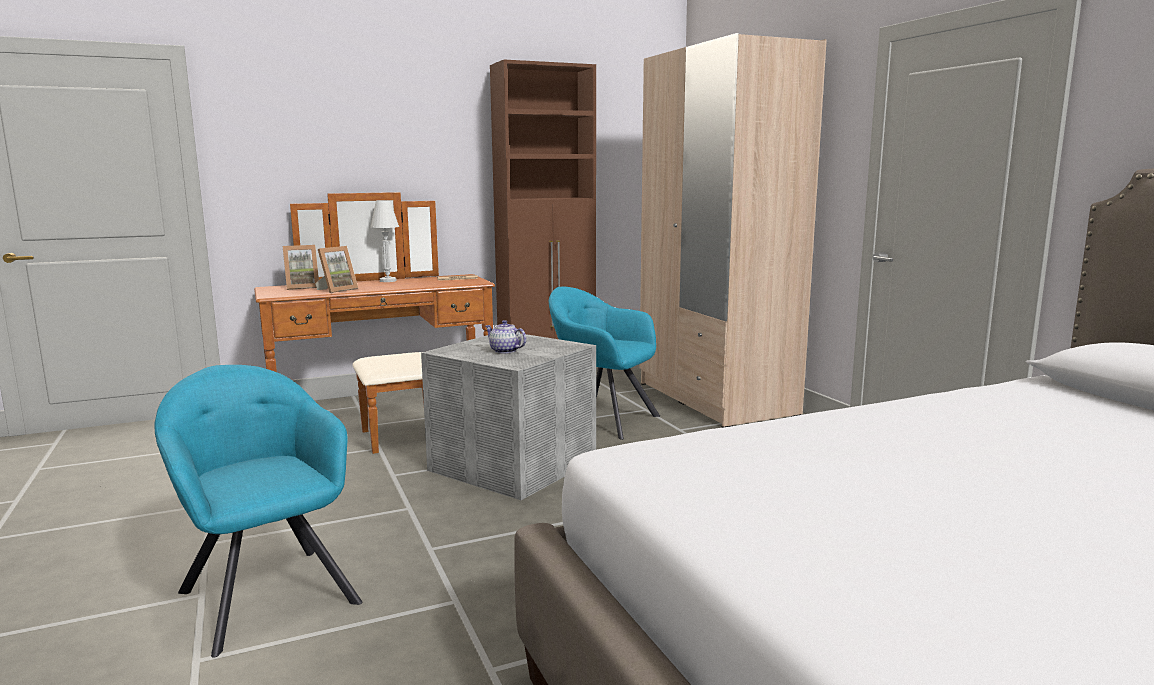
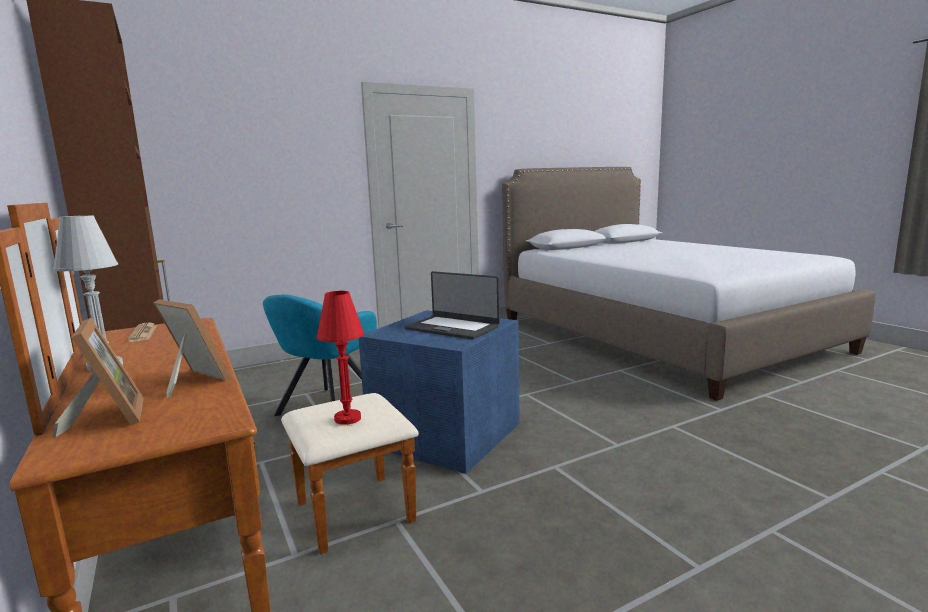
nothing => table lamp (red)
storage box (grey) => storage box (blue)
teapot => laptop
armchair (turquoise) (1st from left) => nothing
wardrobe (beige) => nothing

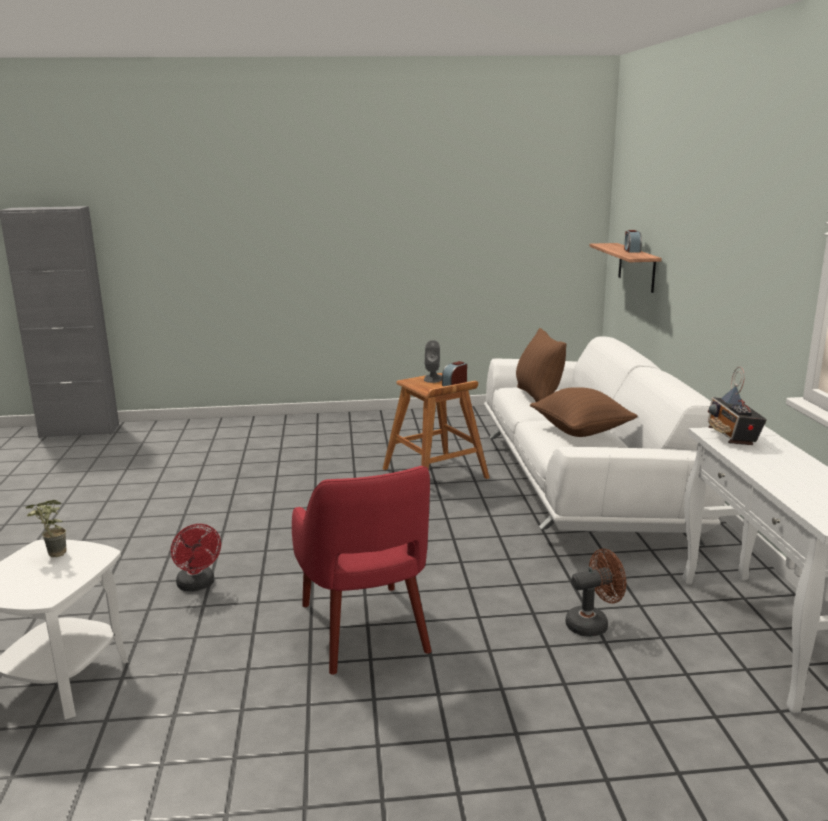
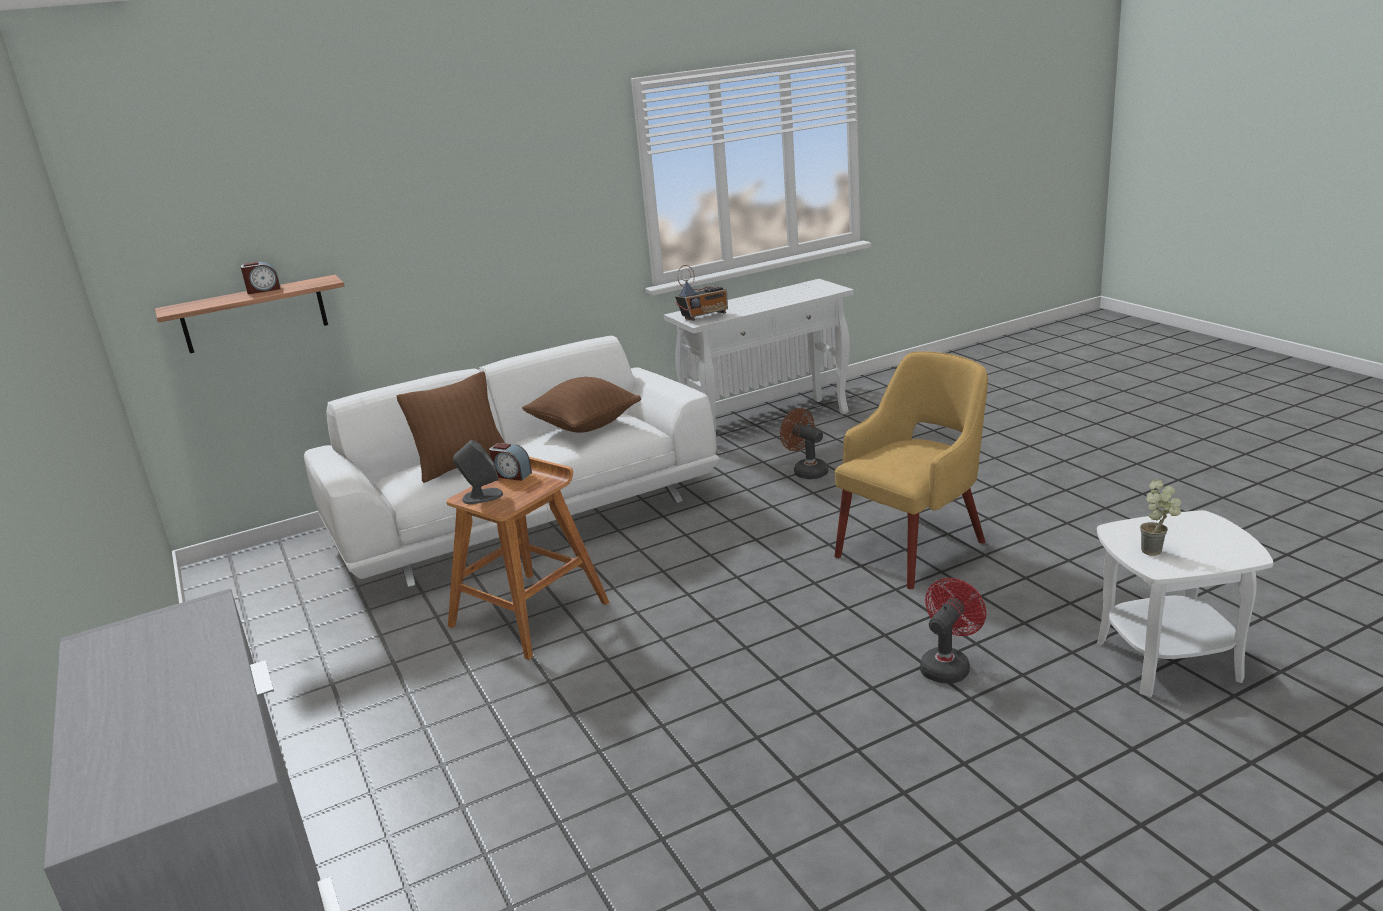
armchair (red) => armchair (yellow)

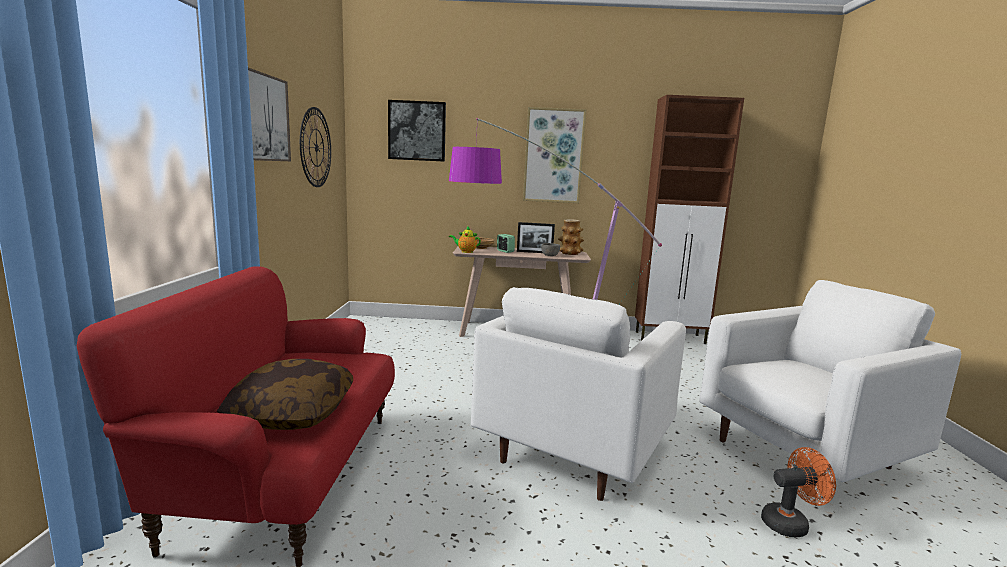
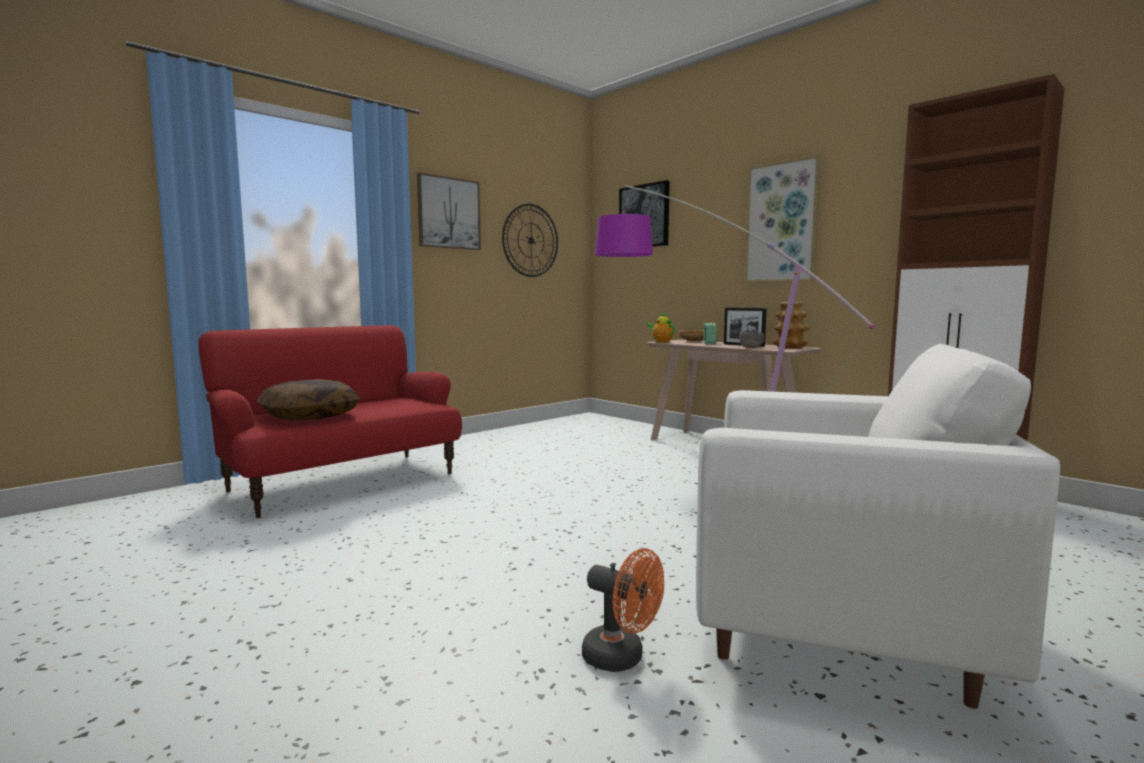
armchair (white) (1st from left) => nothing

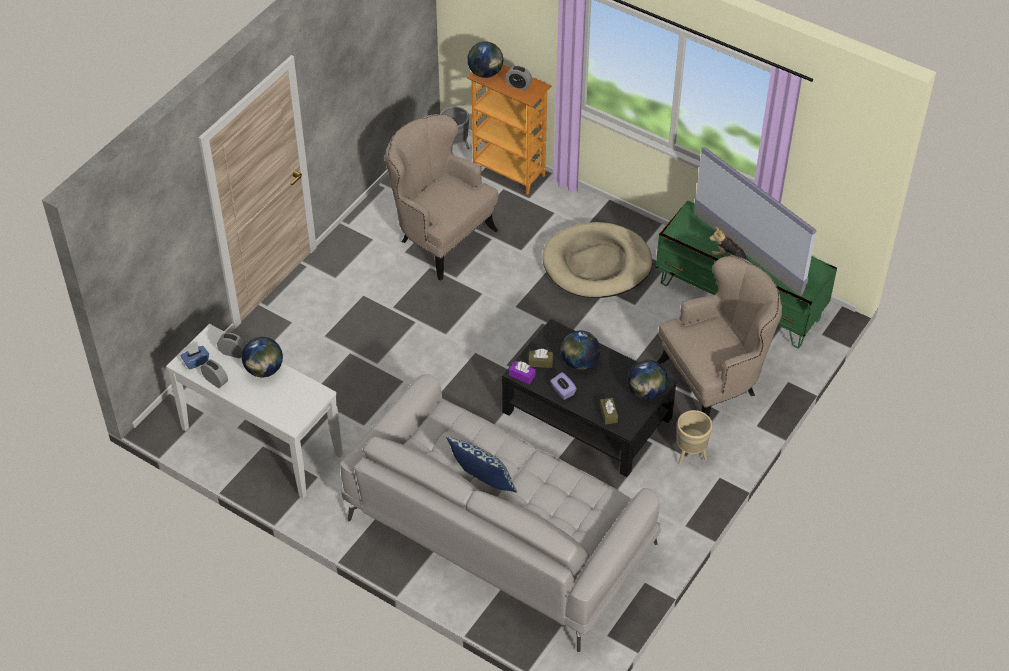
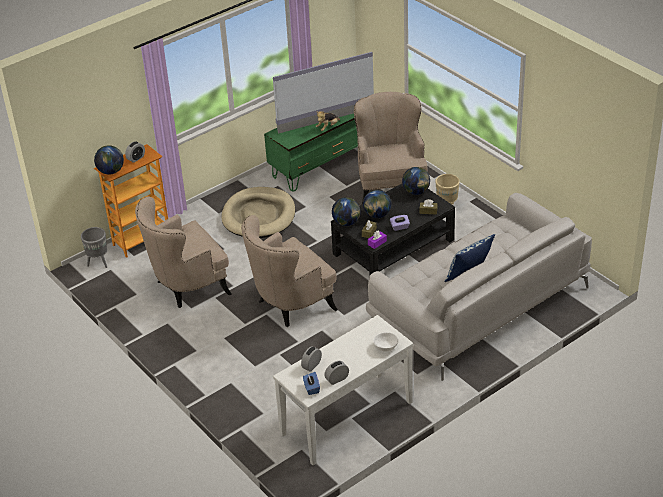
nothing => armchair (beige) (2nd from left)
globe (1st from left in the first image) => globe (2nd from left), moved
nothing => bowl (white)

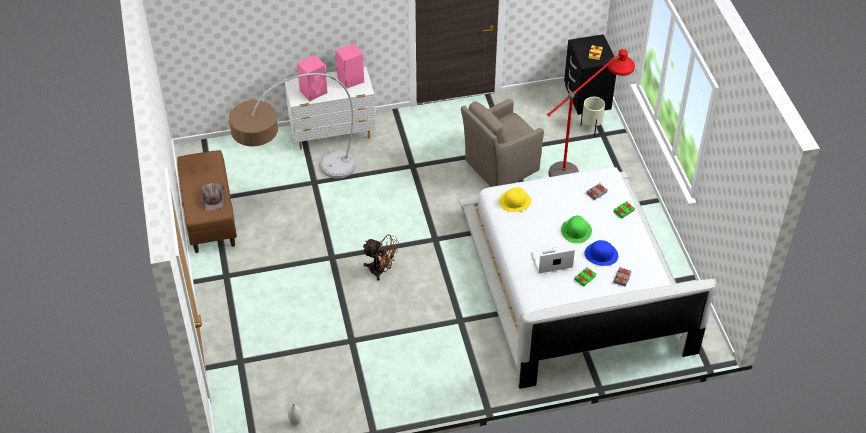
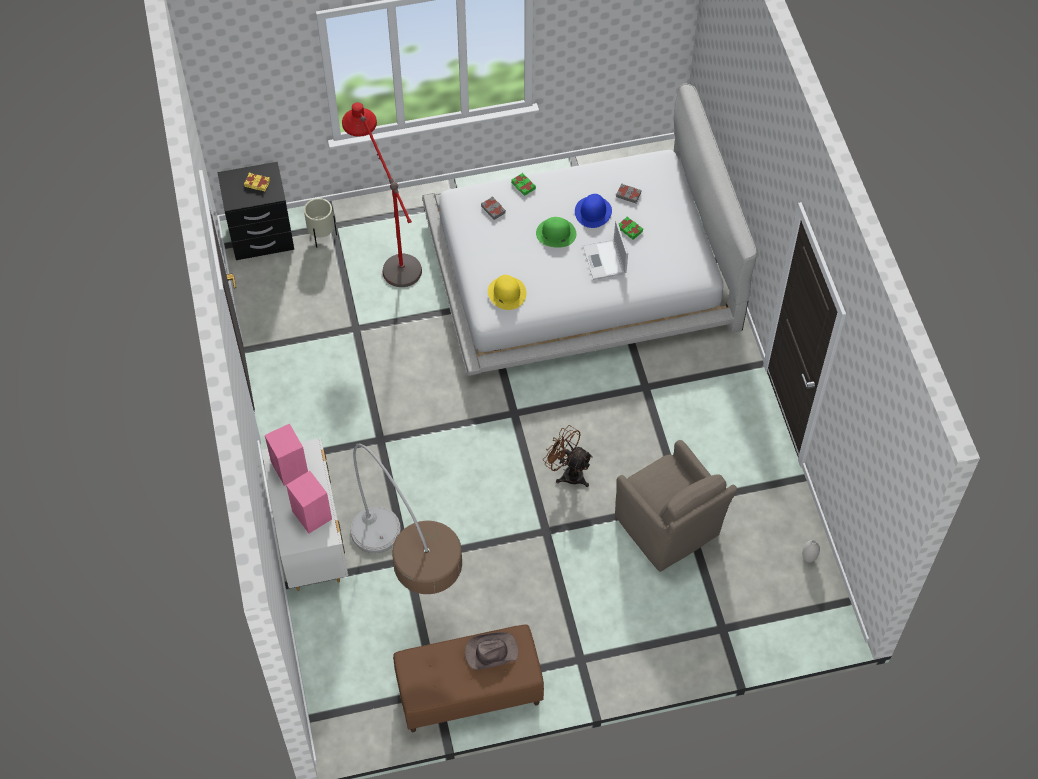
fan (brown), 75 degrees counterclockwise
armchair (brown), moved

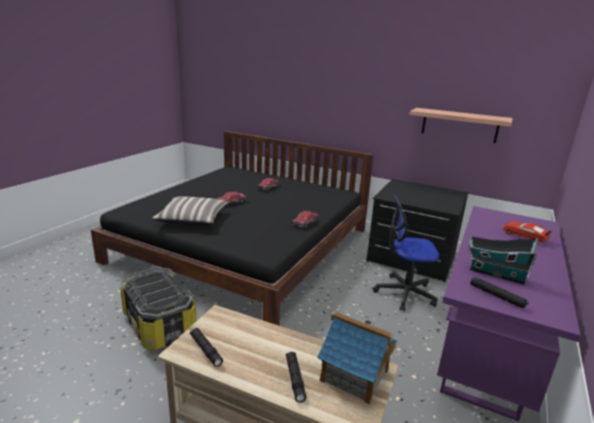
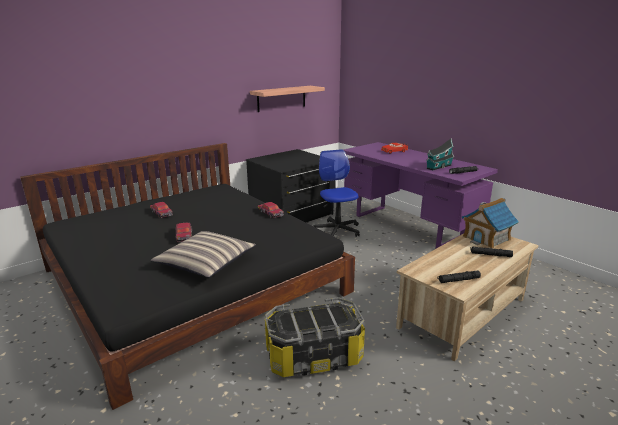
office chair, 135 degrees clockwise

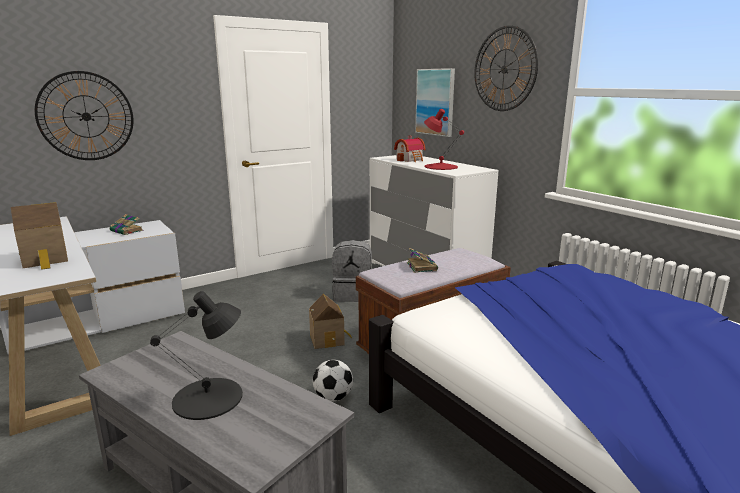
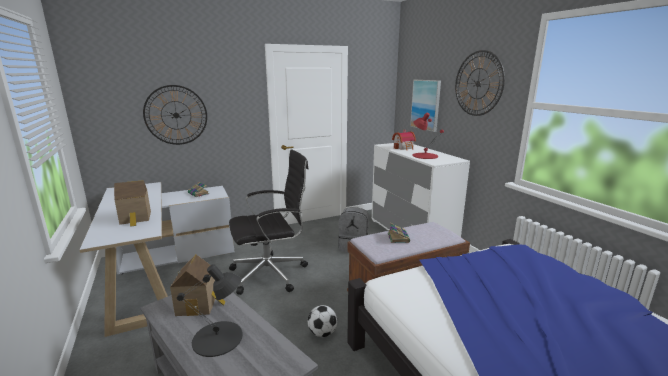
toy house (2nd from left), moved
nothing => office chair (black)

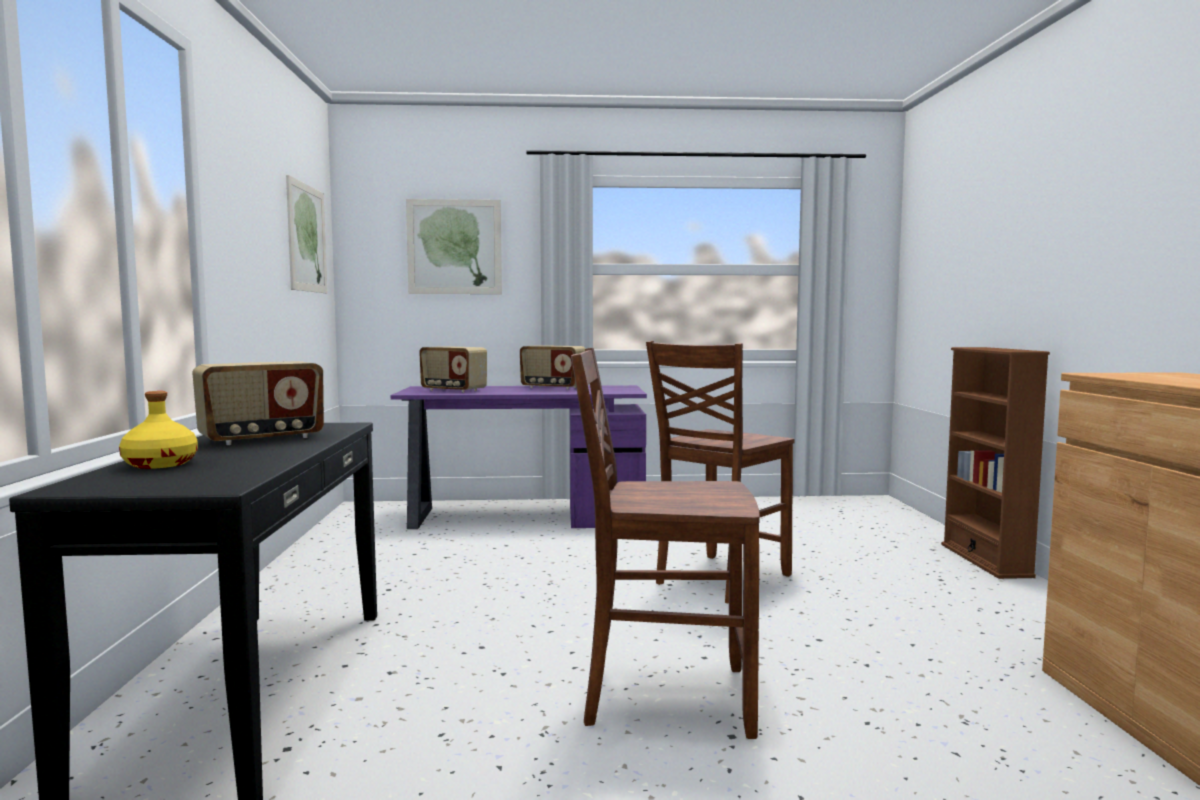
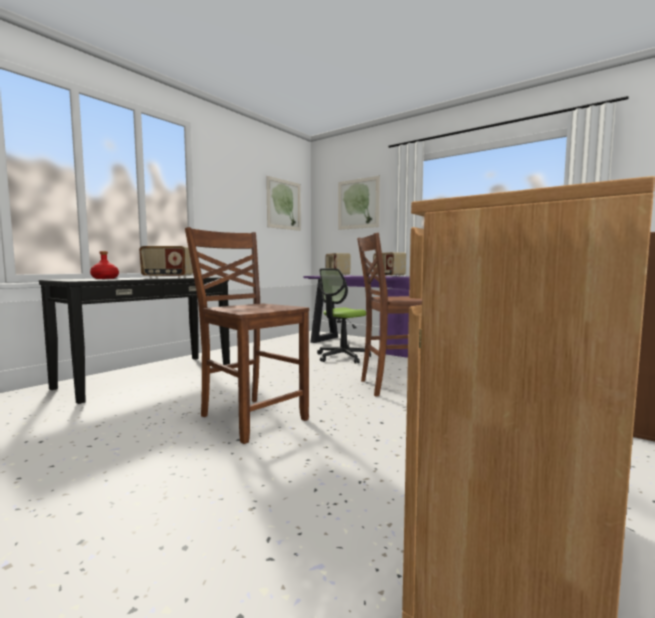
bottle (yellow) => bottle (red)
nothing => office chair

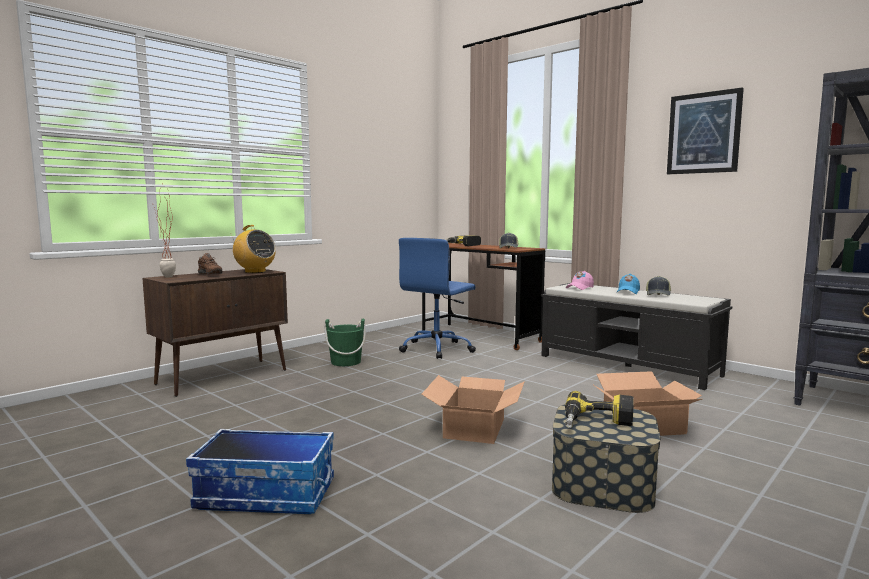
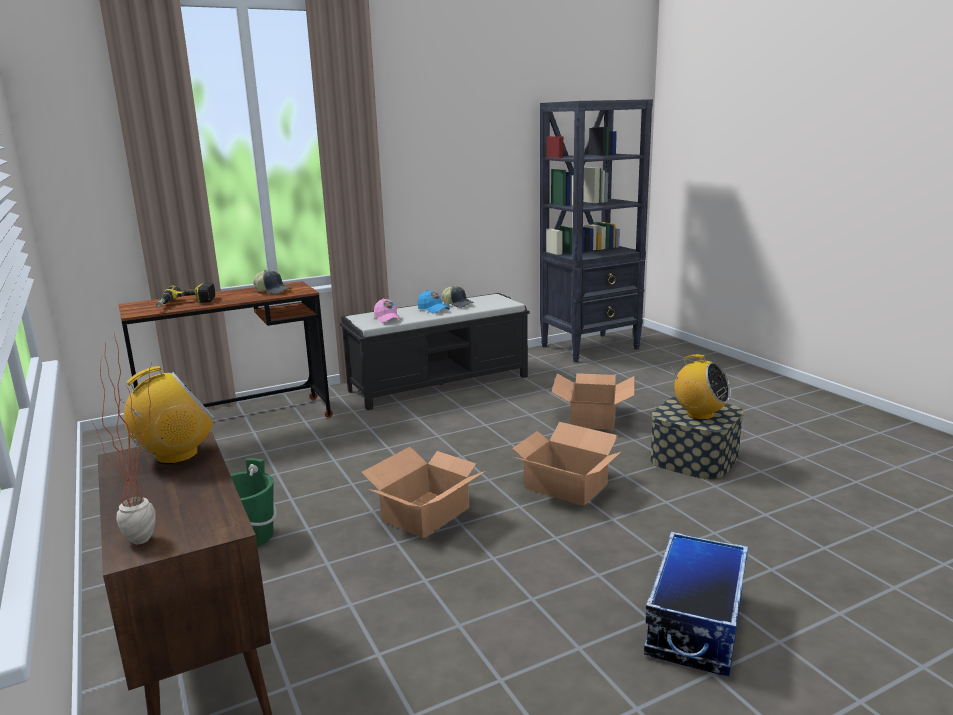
nothing => cardboard box (1st from left)
power drill (2nd from left) => radio (2nd from left)
shoe (brown) => nothing
office chair (blue) => nothing
picture => nothing

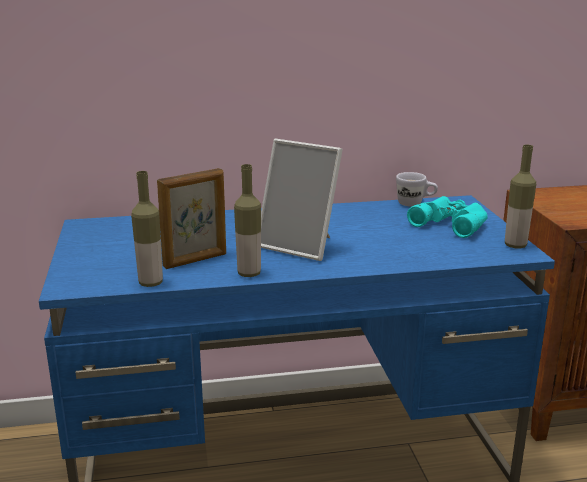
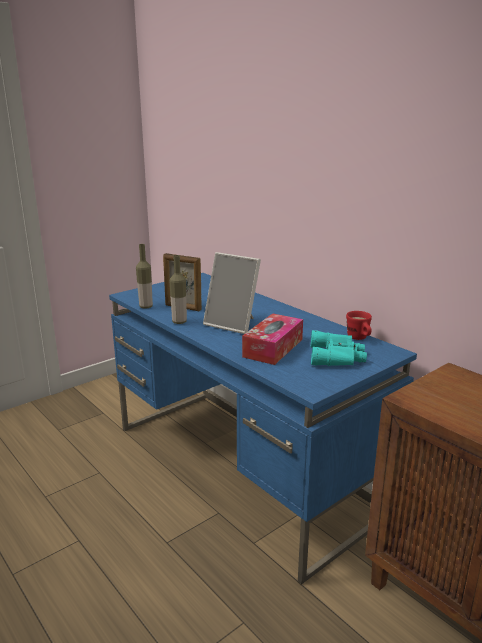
picture frame (2nd from left), 60 degrees counterclockwise
nothing => tissue box
mug (white) => mug (red)
bottle (3rd from left) => nothing

